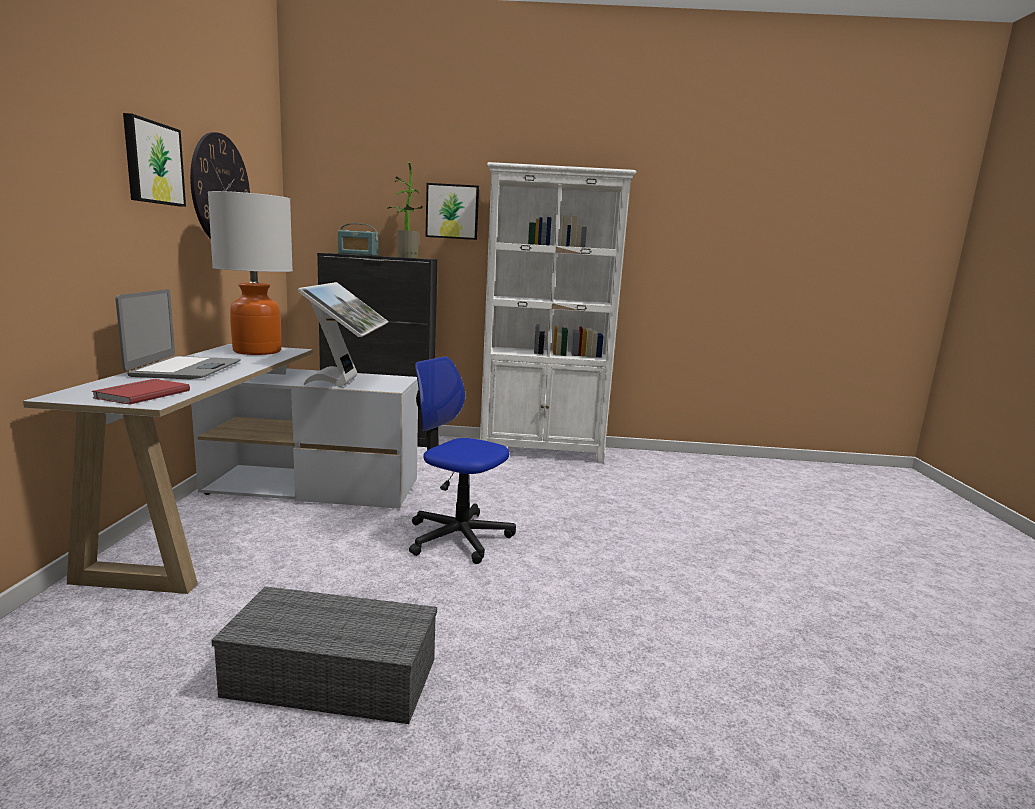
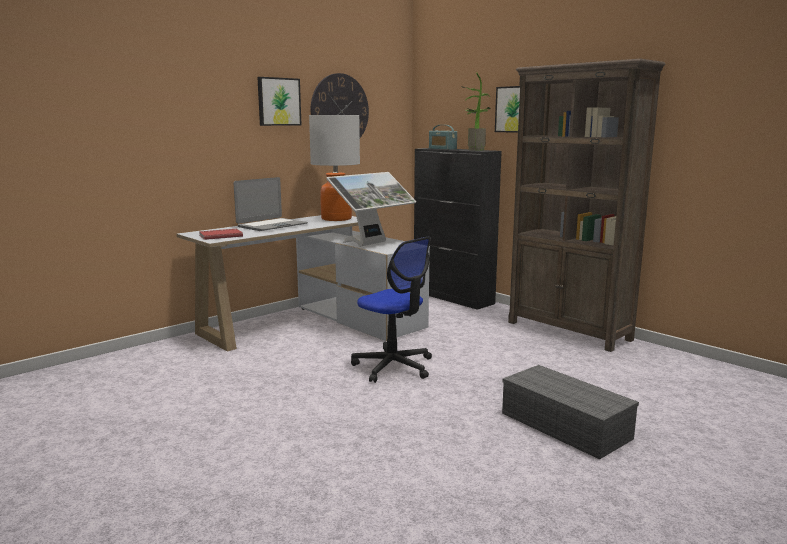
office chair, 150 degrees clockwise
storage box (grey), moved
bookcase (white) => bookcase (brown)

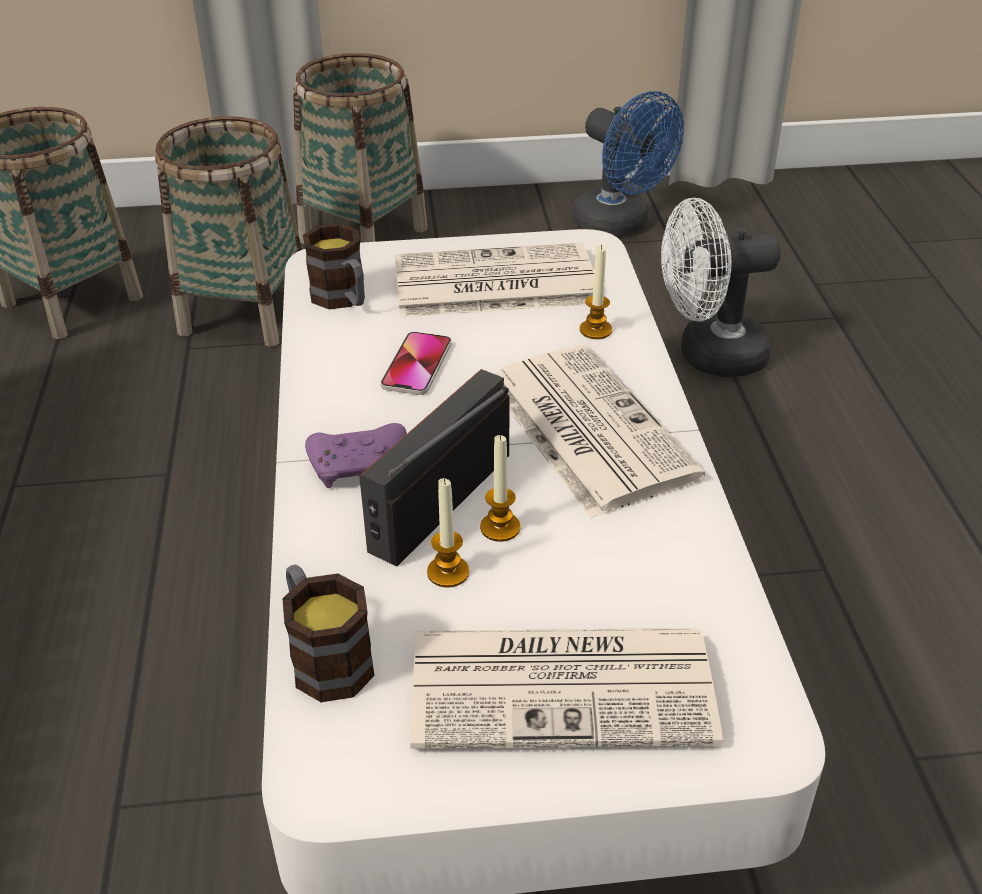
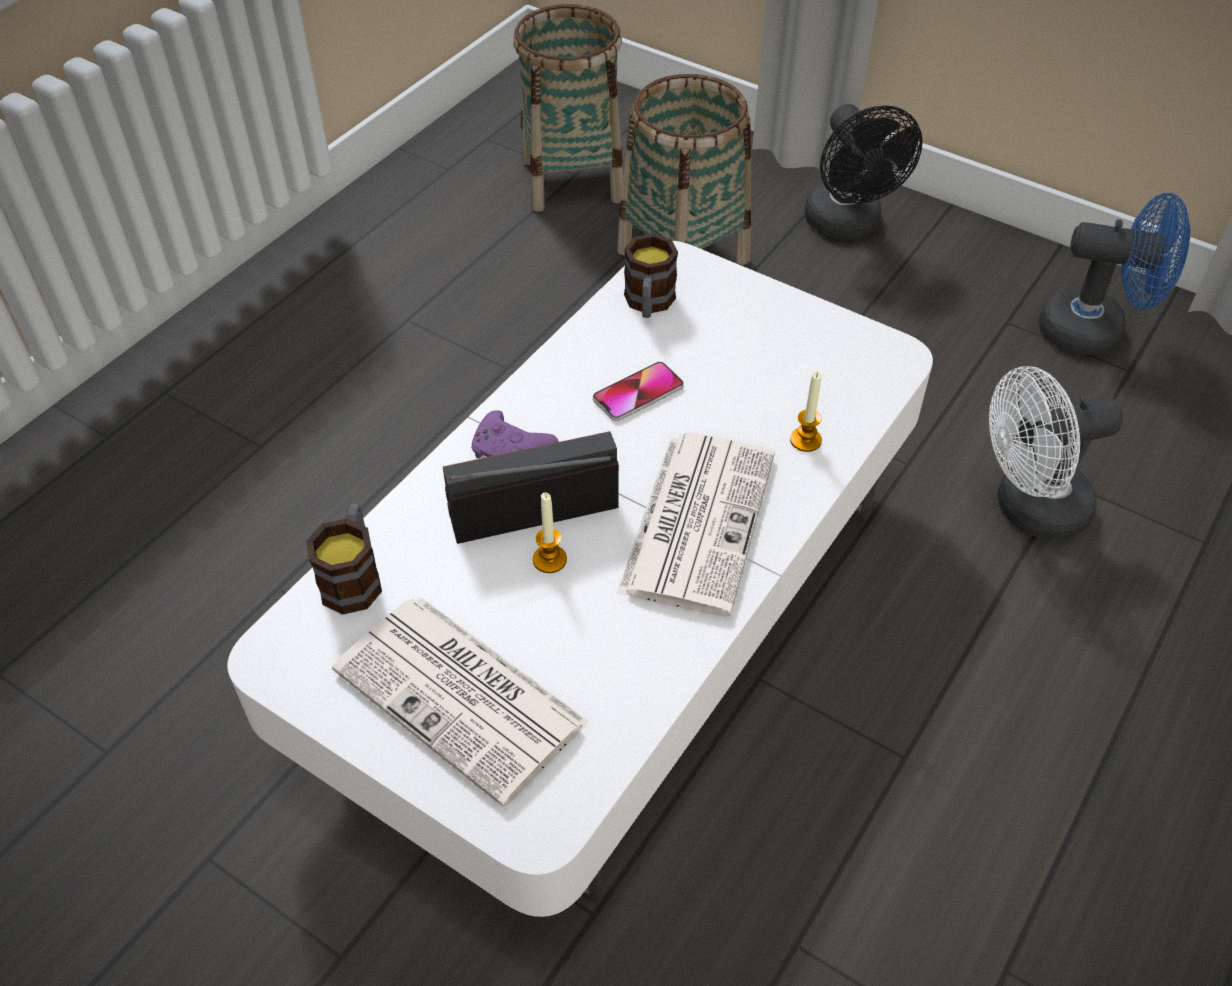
basket (3rd from left) => fan (black)
fan (white), 45 degrees counterclockwise
fan (blue), 75 degrees counterclockwise
newspaper (1st from left) => nothing
candle (1st from left) => nothing

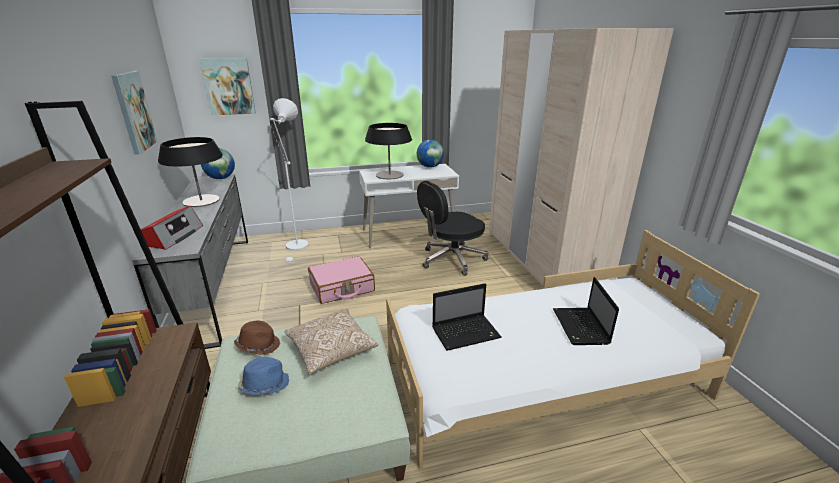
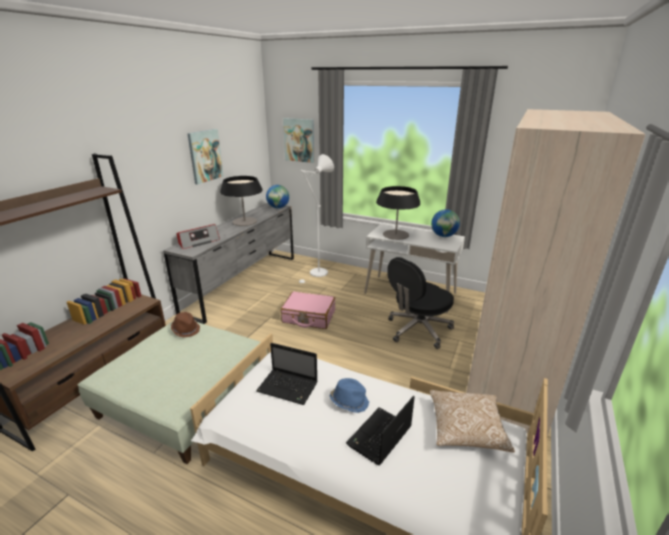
hat (blue), moved
office chair (black), 45 degrees counterclockwise
pillow, moved

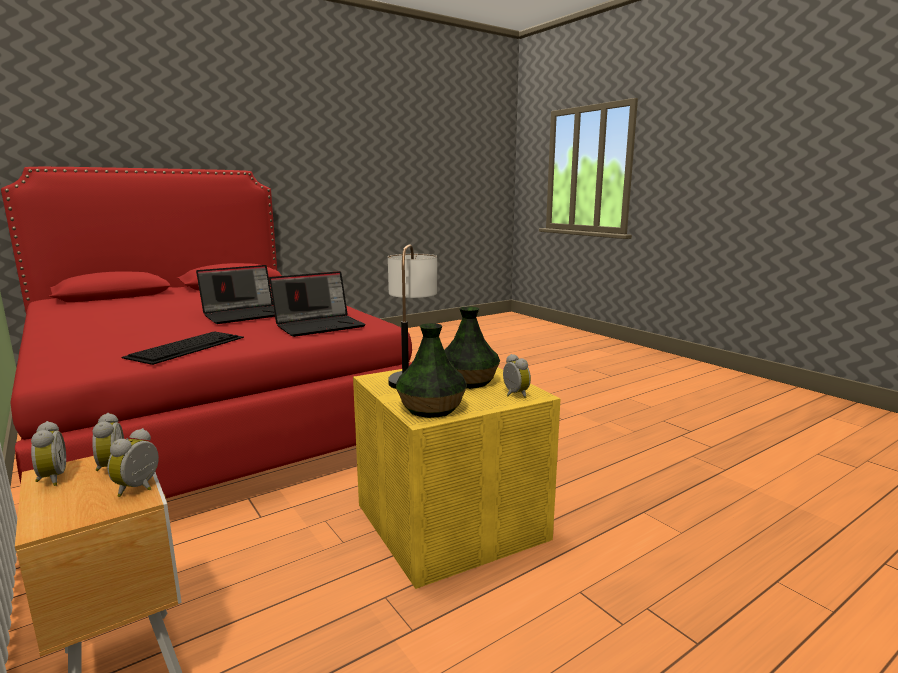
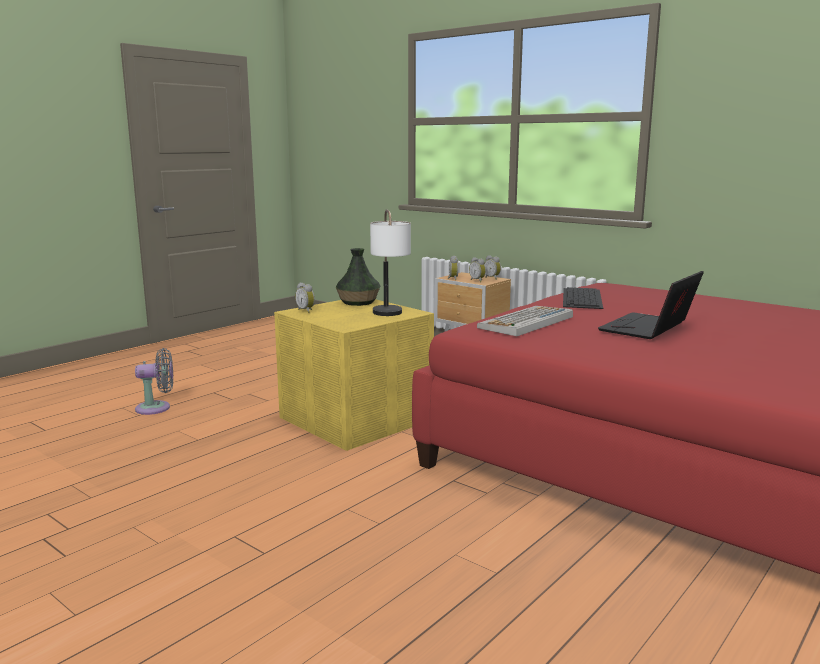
nothing => fan (grey)
laptop (2nd from left) => keyboard (1st from left)
vase (2nd from left) => nothing

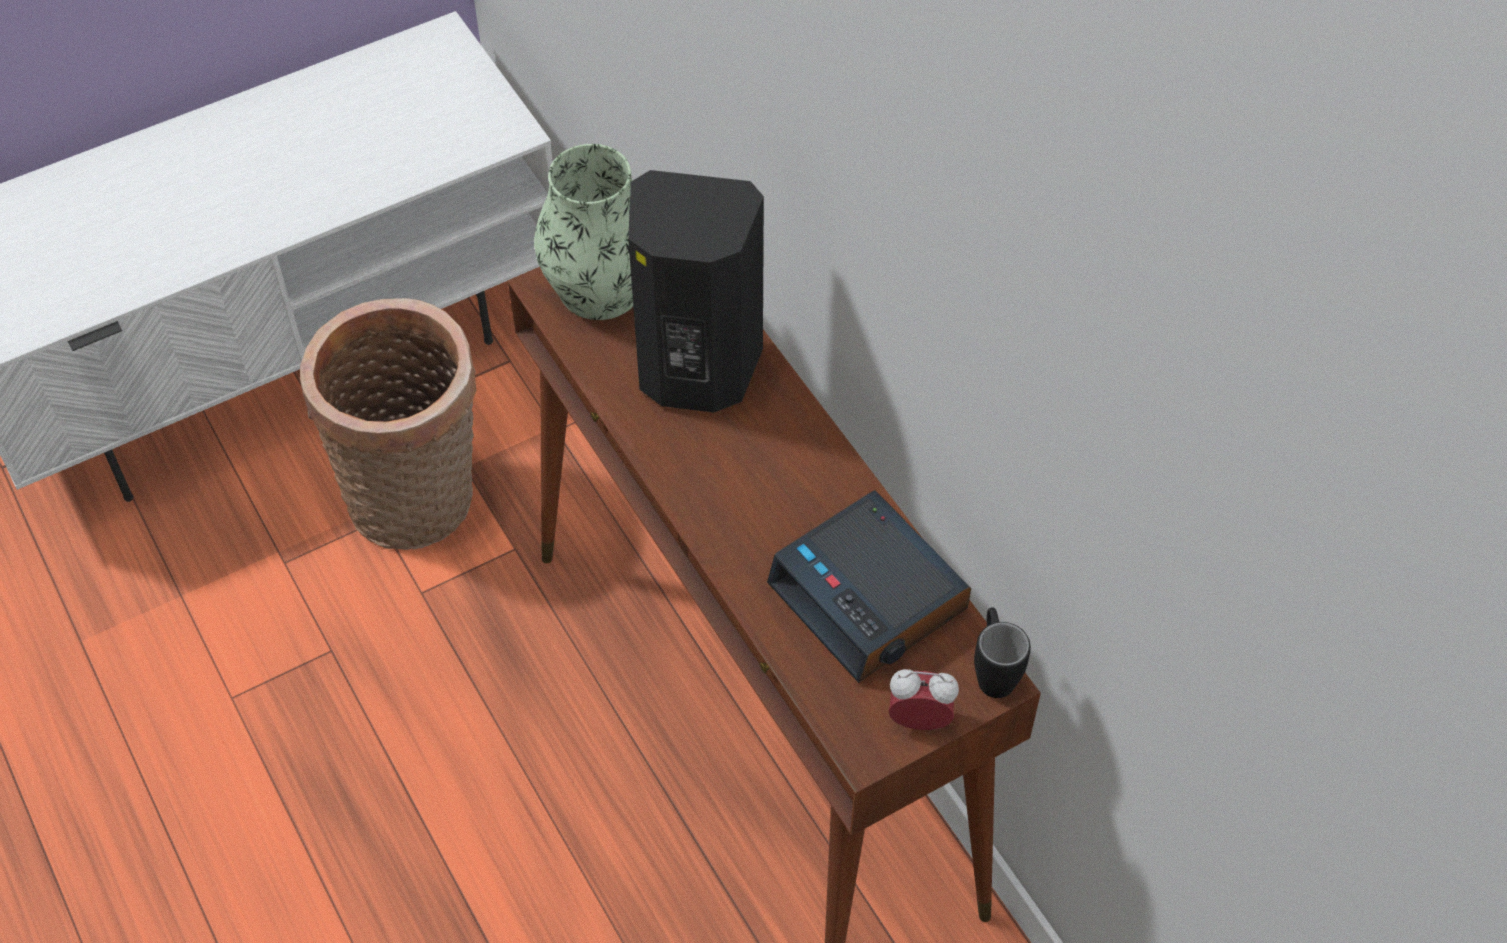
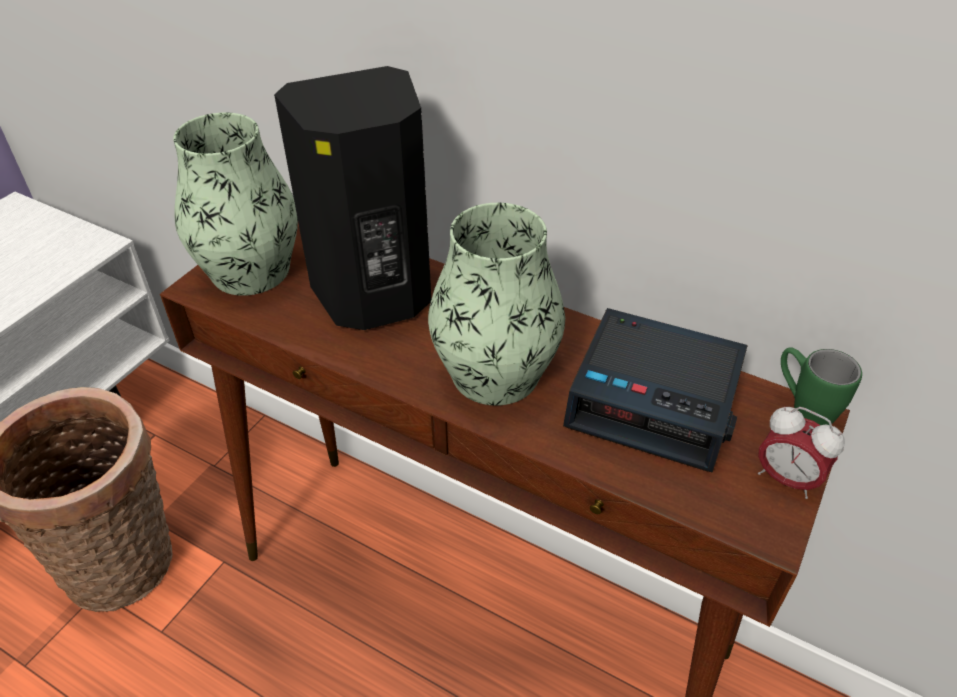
nothing => vase (2nd from left)
alarm clock (2nd from left), 120 degrees counterclockwise
mug (black) => mug (green)

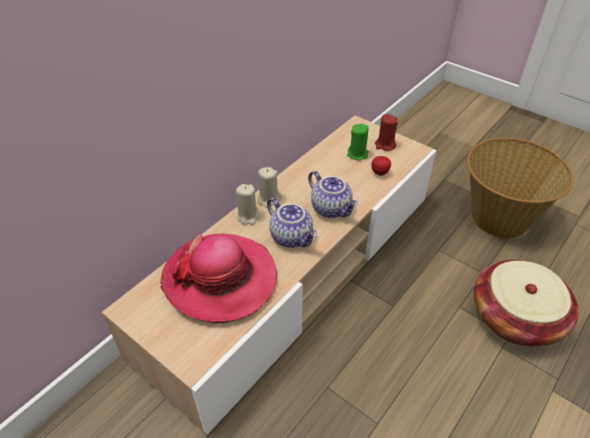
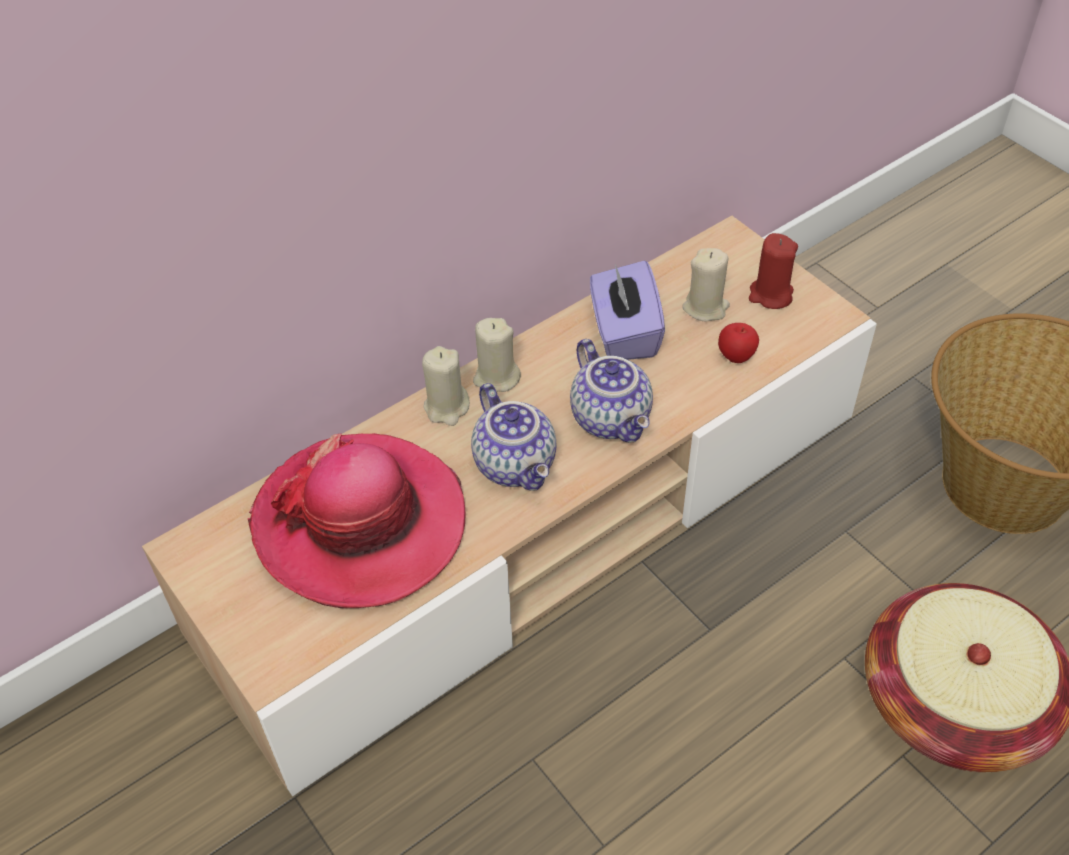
nothing => tissue box (purple)
candle (green) => candle (beige) (3rd from left)

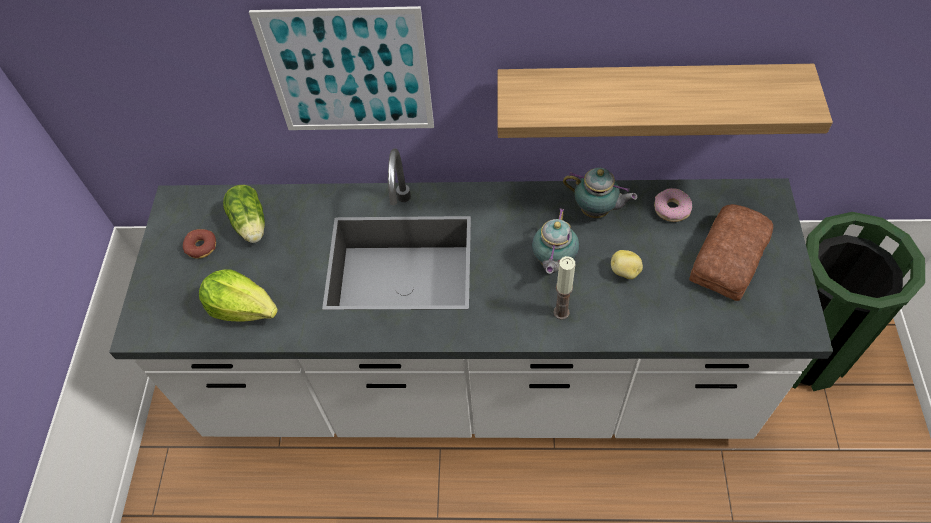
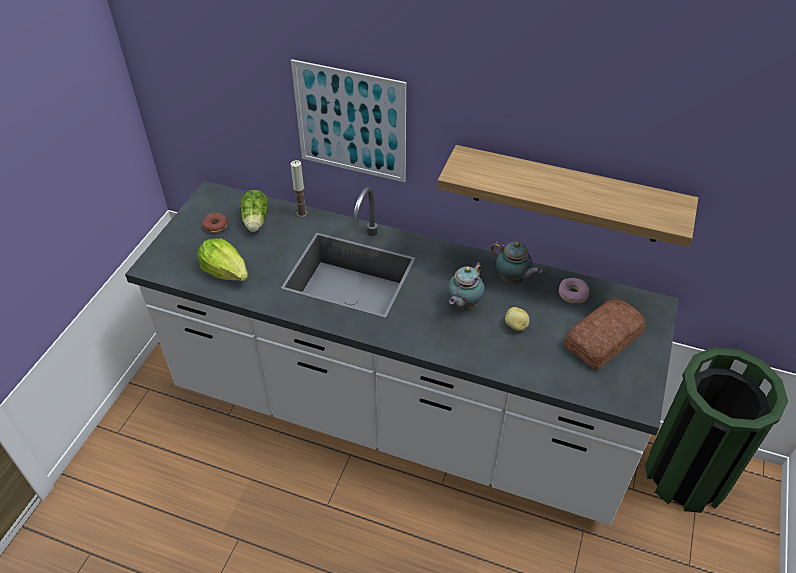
candle, moved

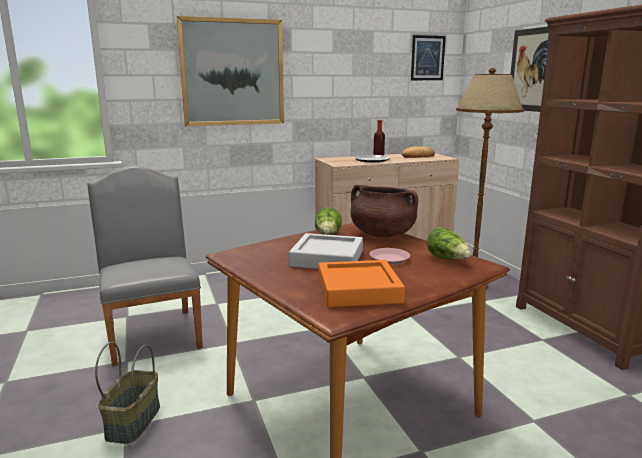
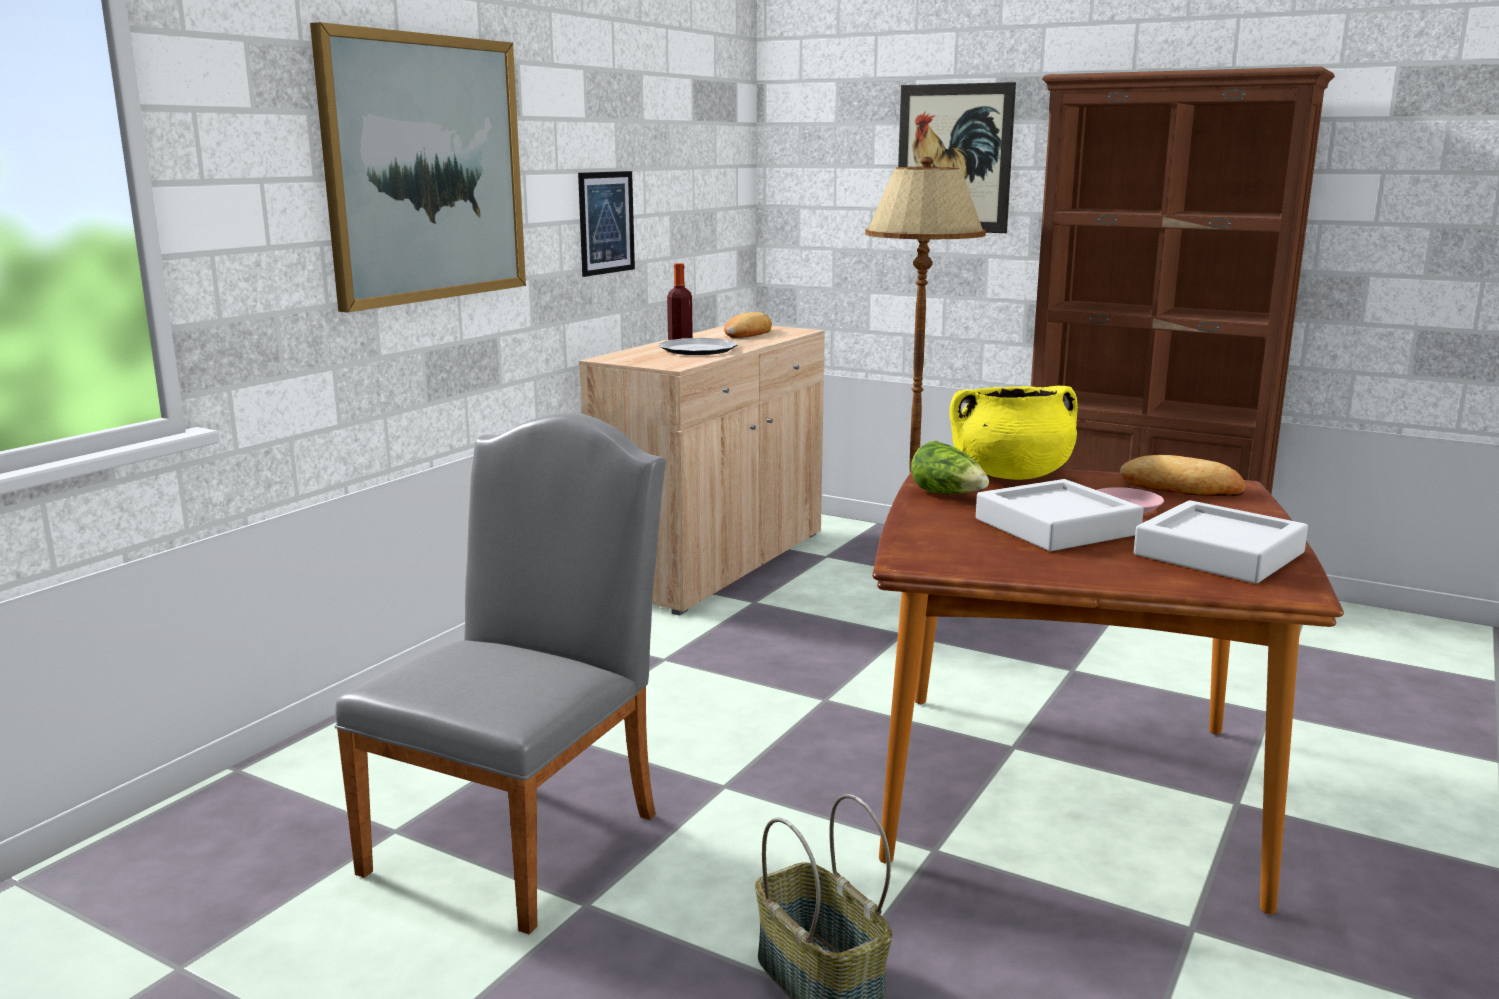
chair (grey), 90 degrees clockwise
picture (2nd from left), moved
cooking pot (brown) => cooking pot (yellow)
lettuce (2nd from left) => bread (2nd from left)
tray (orange) => tray (grey) (2nd from left)

